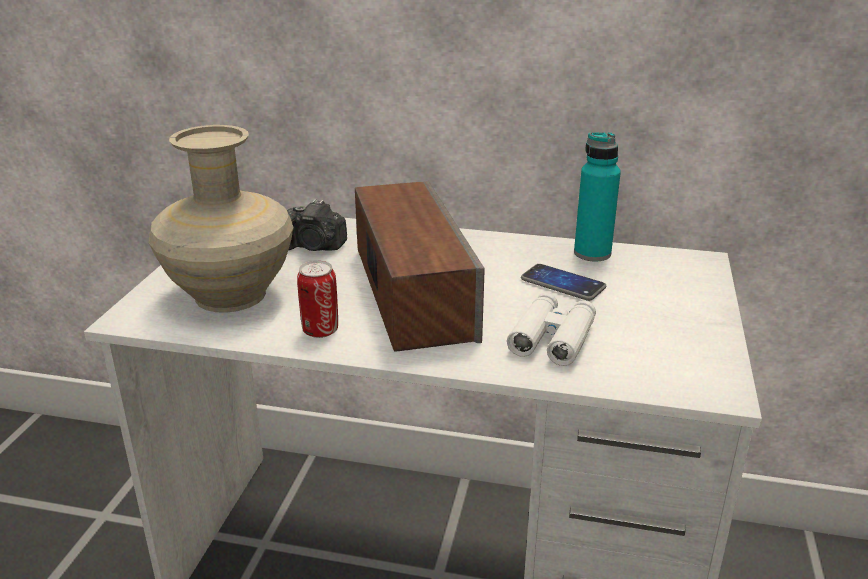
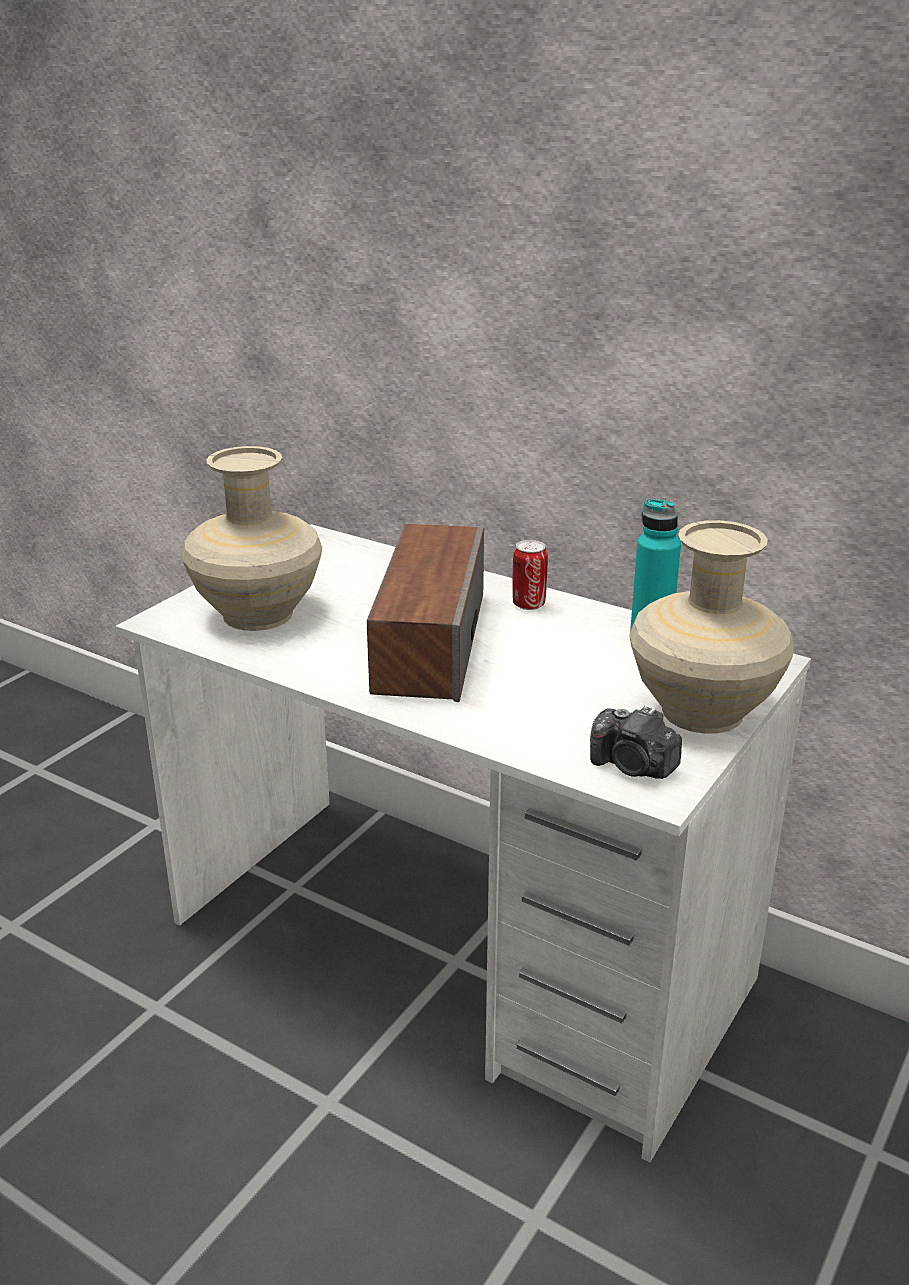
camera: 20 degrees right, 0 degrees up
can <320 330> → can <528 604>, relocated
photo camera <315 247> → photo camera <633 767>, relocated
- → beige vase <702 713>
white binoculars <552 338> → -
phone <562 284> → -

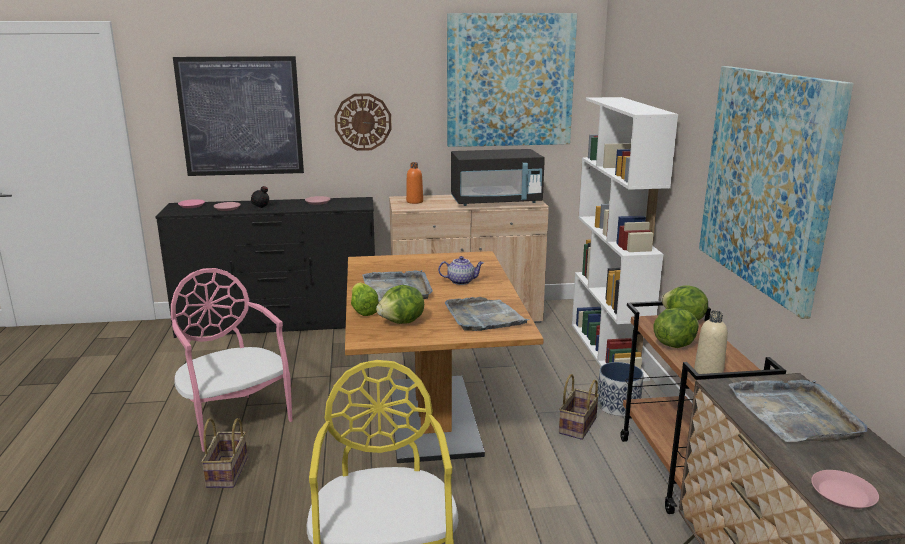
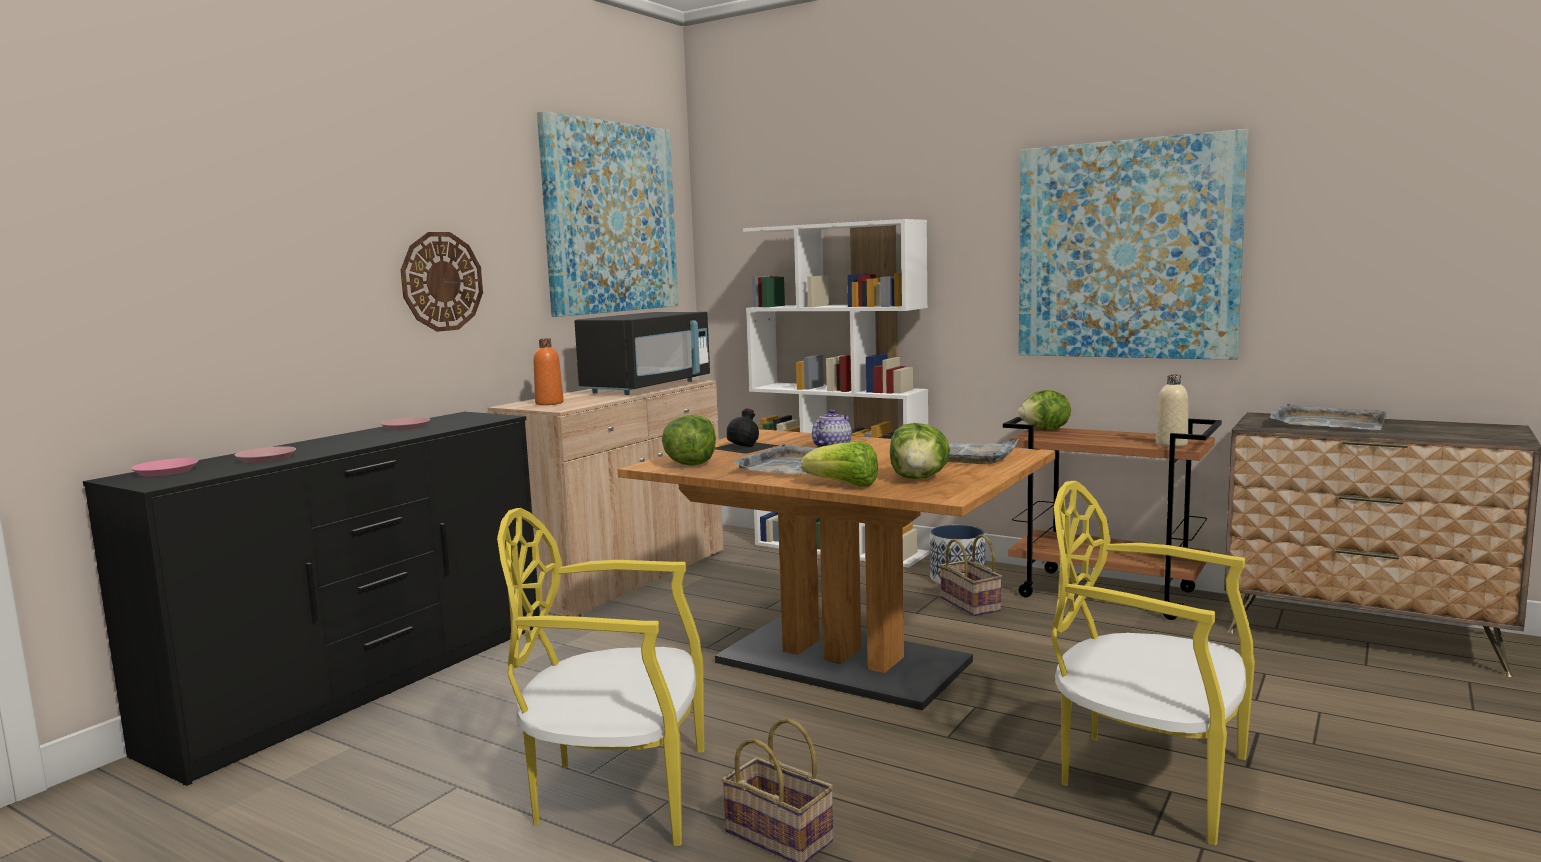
camera: 50 degrees left, 10 degrees down
pink chair <235 418> → yellow chair <617 793>
lettuce <674 344> → lettuce <690 464>, relocated
black bottle <262 207> → black bottle <746 447>, relocated
picture <241 116> → -
pink plate <843 494> → -

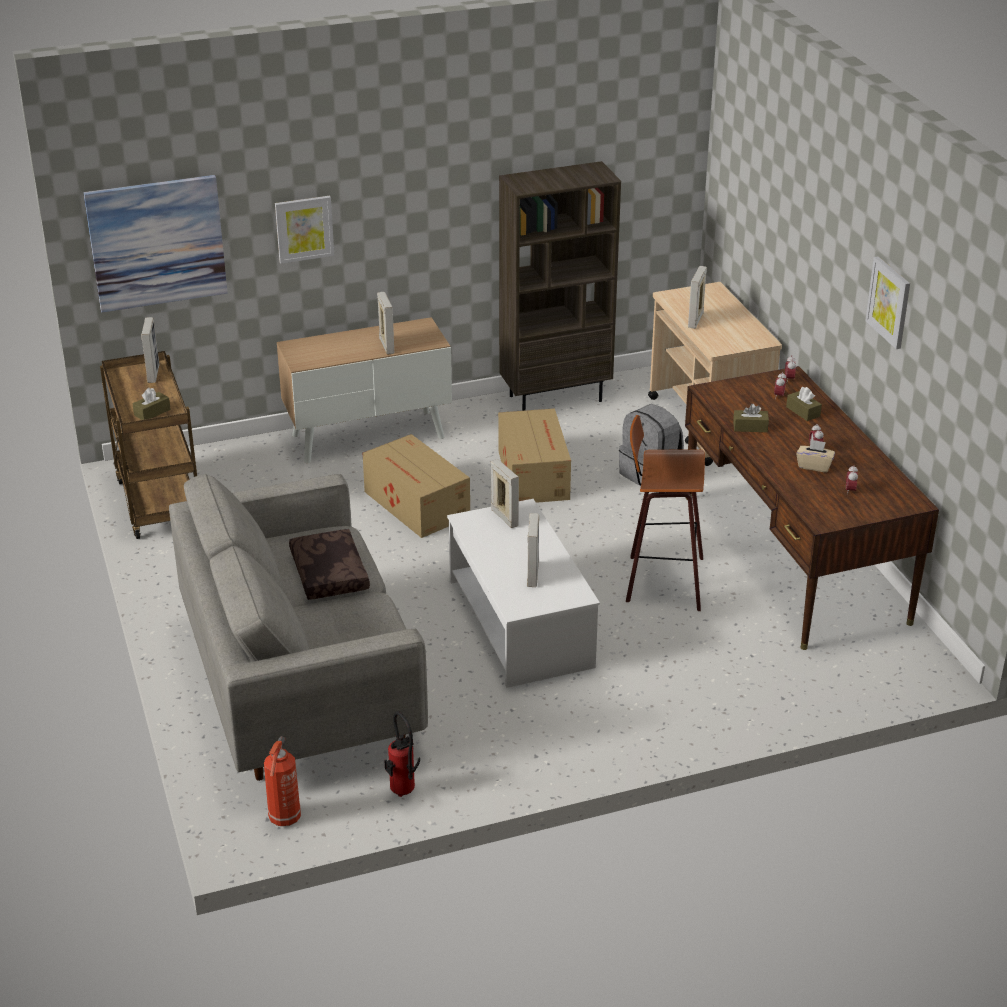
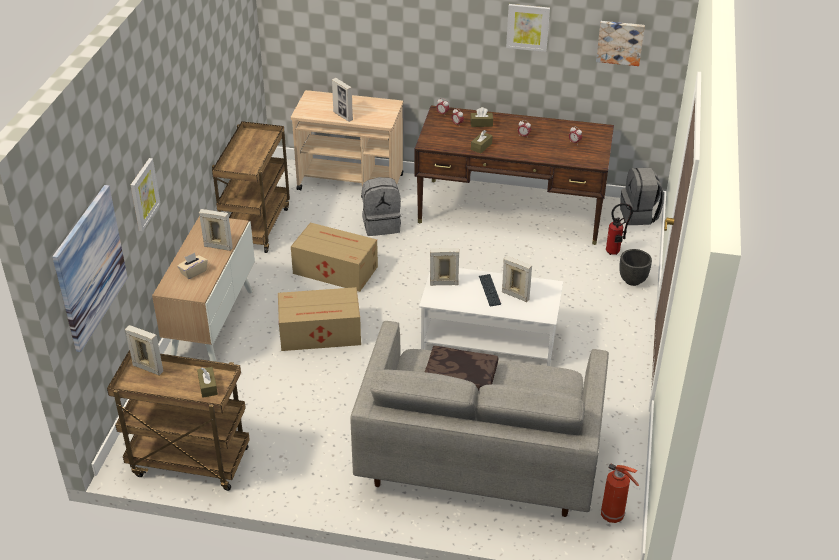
camera: 60 degrees left, 5 degrees up
beige tissue box <814 466> → beige tissue box <193 272>, relocated
brown bookcase <556 398> → brown cart <256 226>
- → keyboard <489 290>
- → picture <620 42>
fire extinguisher <403 793> → fire extinguisher <615 253>, relocated
- → black planter <633 281>
- → grey backpack <639 215>
stool <661 581> → -

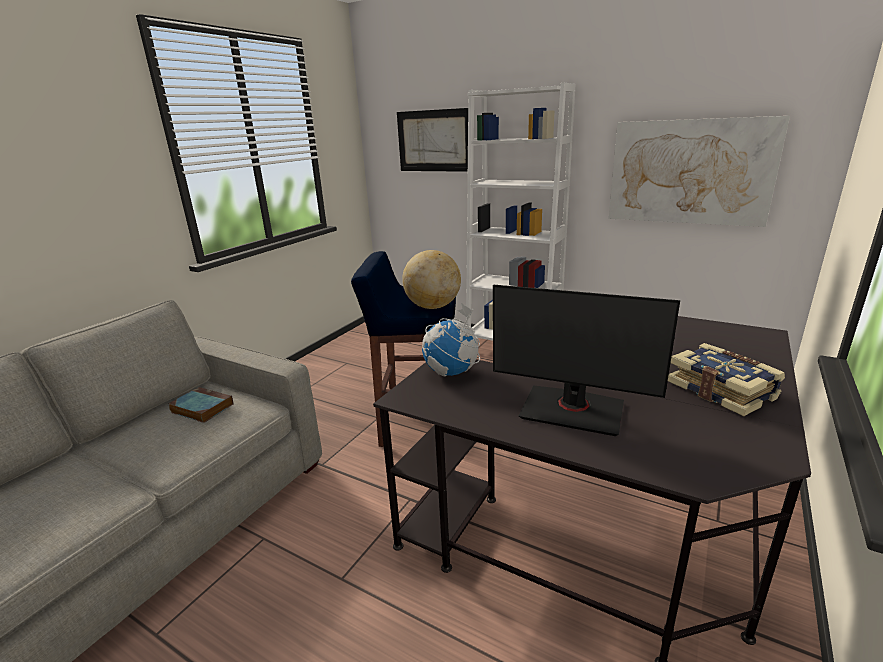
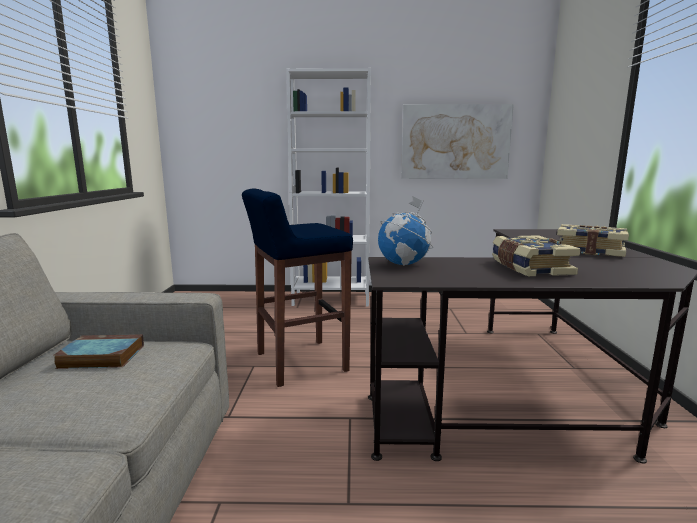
camera: 30 degrees left, 10 degrees down
monitor <572 410> → book <529 268>
picture <434 141> → -
globe <433 307> → -

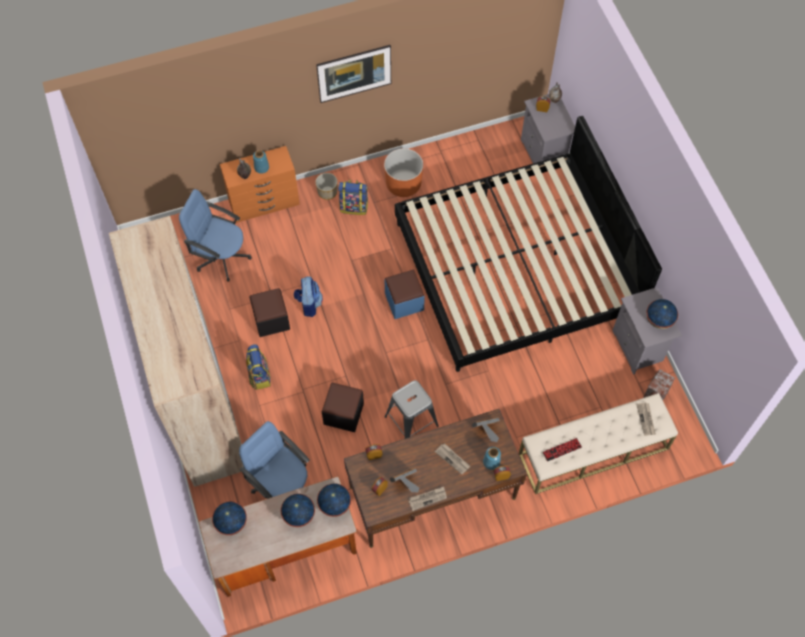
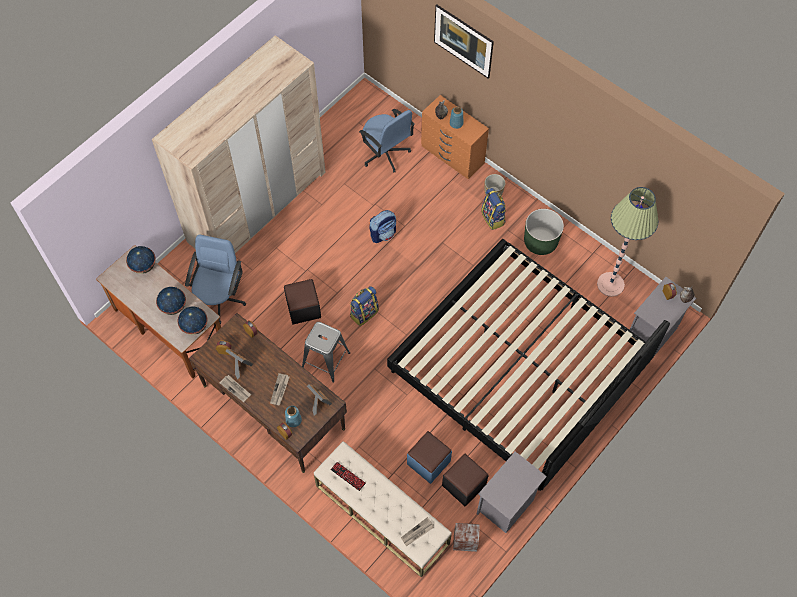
camera: 60 degrees right, 0 degrees up
backpack <259 375> → backpack <364 313>, relocated
blue office chair <222 257> → blue office chair <385 154>, 150 degrees clockwise
blue ottoman <404 302> → blue ottoman <428 462>, relocated
picture <355 82> → picture <462 50>, relocated
black ottoman <271 320> → black ottoman <464 485>, relocated
orange planter <403 184> → green planter <540 242>
- → floor lamp <610 284>
globe <659 321> → -

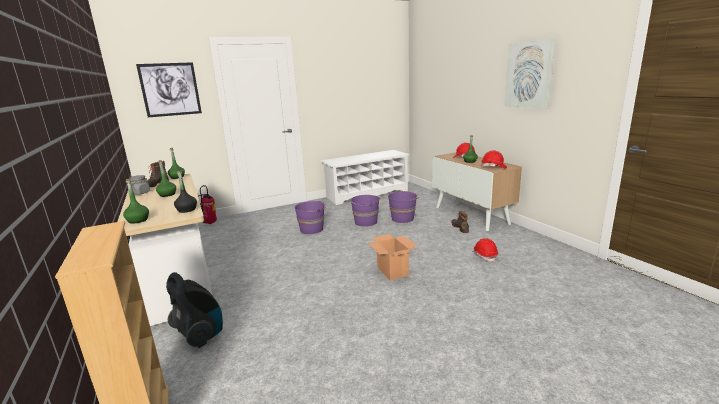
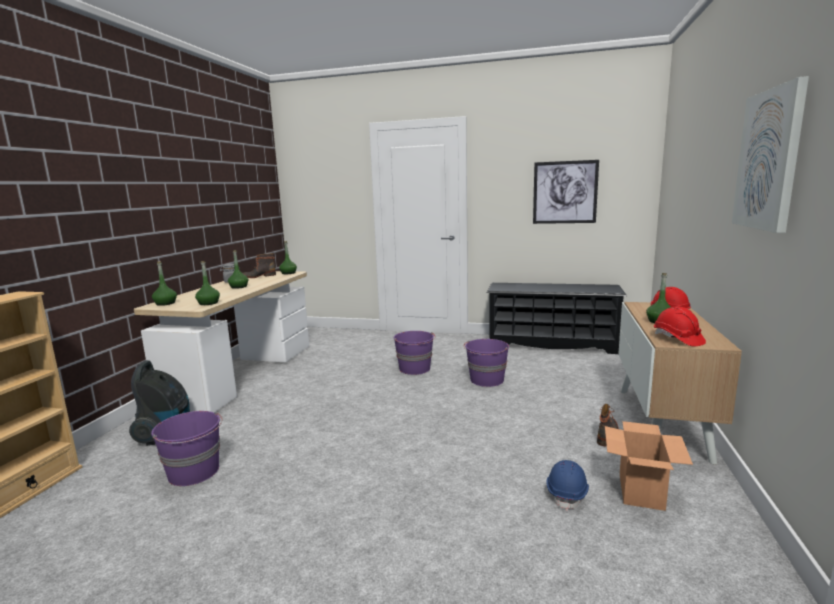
camera: 40 degrees right, 5 degrees down
purple bucket <403 218> → purple bucket <194 472>, relocated
black bottle <186 210> → green bottle <208 303>
white shoe rack <367 194> → black shoe rack <552 344>
picture <170 89> → picture <565 192>, relocated
red hard hat <484 256> → blue hard hat <567 493>
cardboard box <392 271> → cardboard box <640 491>, relocated
fire extinguisher <210 223> → -

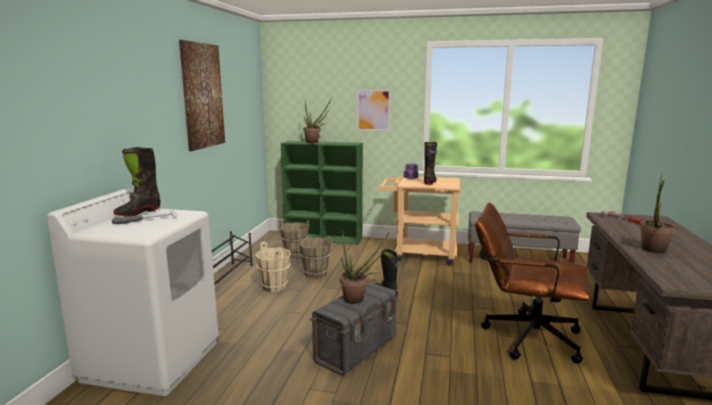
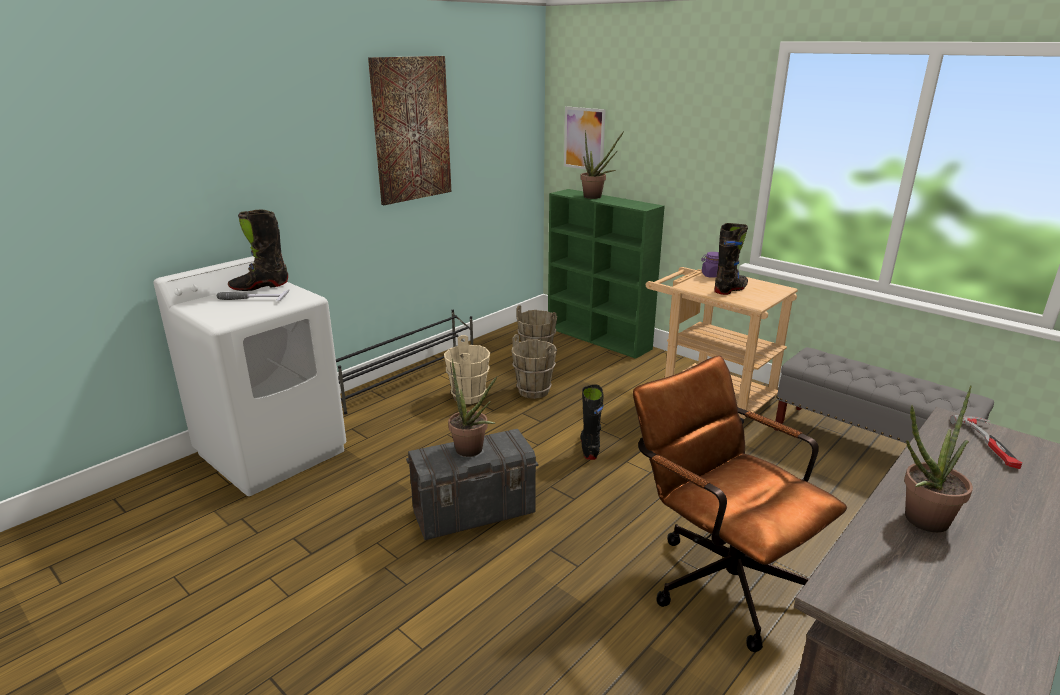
camera: 30 degrees right, 10 degrees up
picture <373 110> → picture <584 138>, relocated

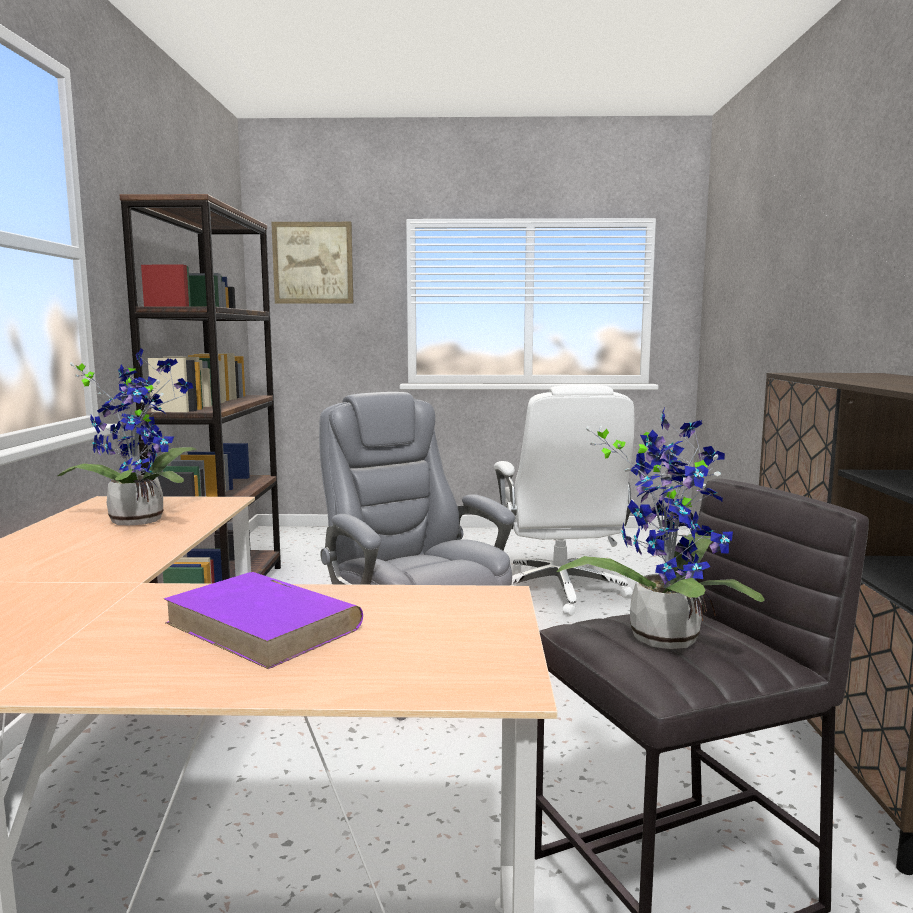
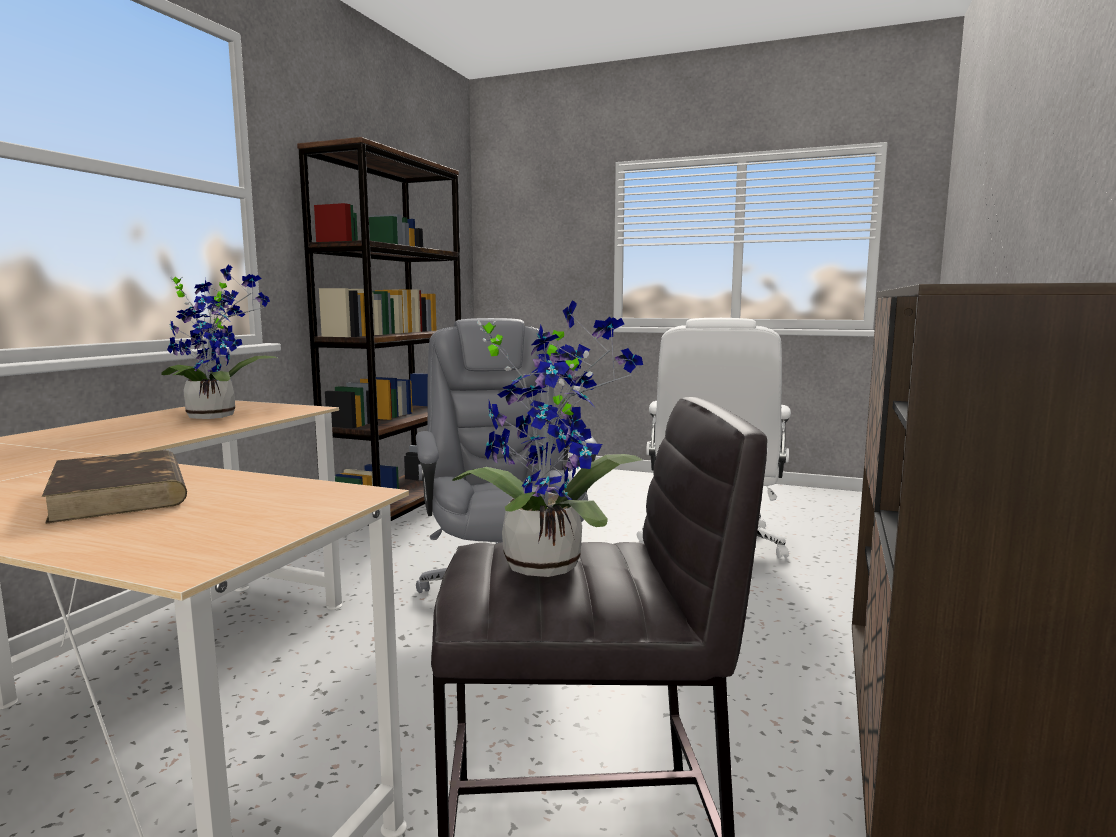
camera: 20 degrees right, 0 degrees up
purple book <264 626> → brown book <120 493>
picture <313 263> → -

